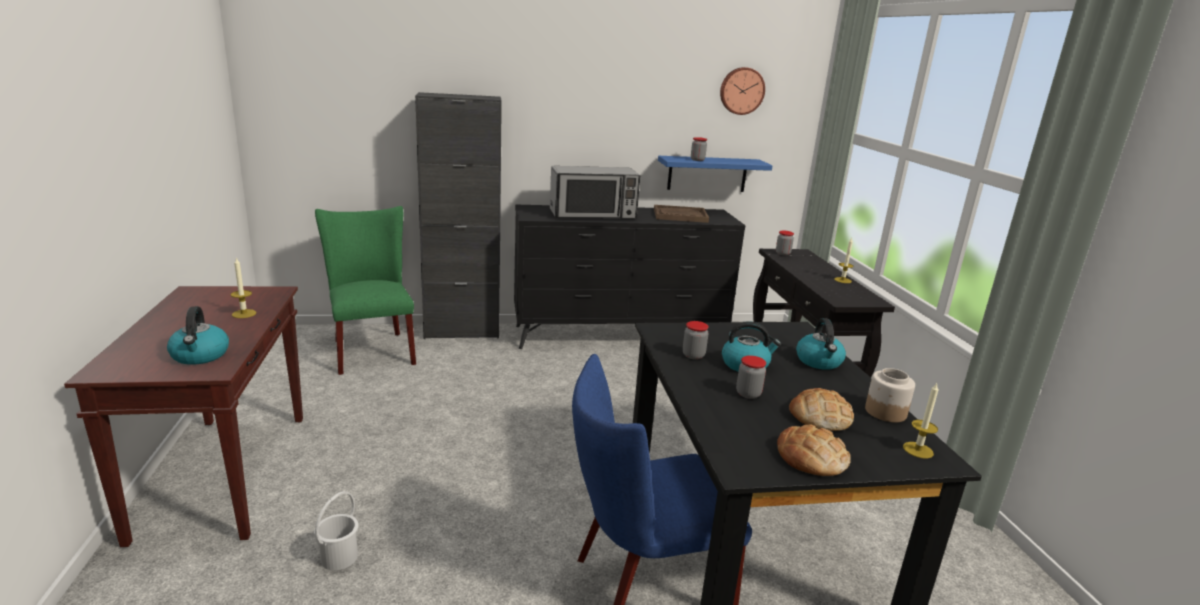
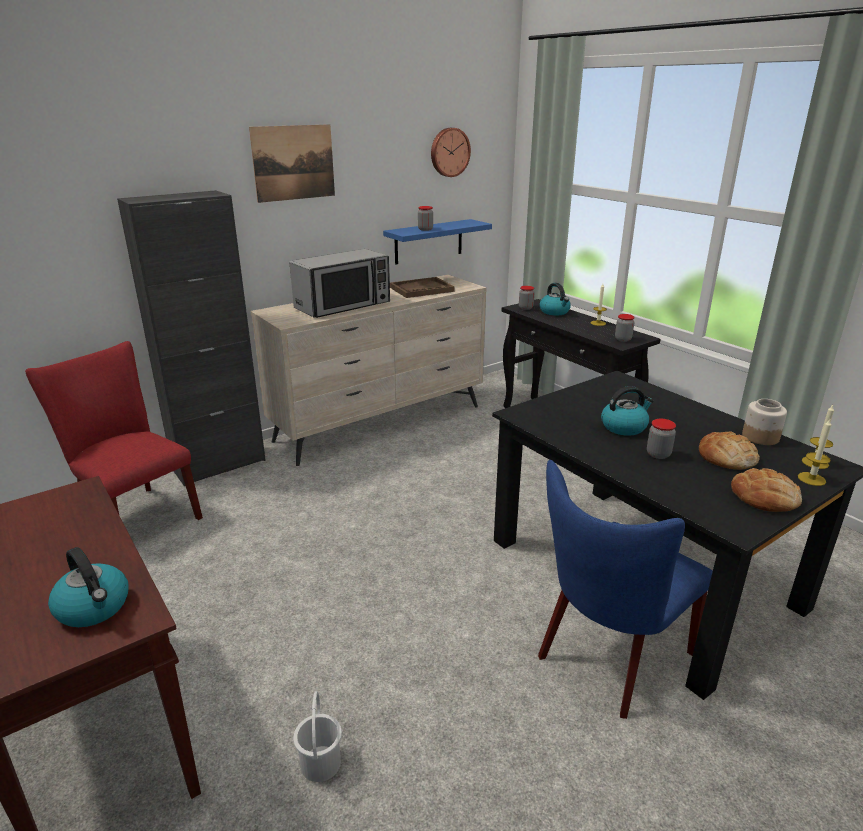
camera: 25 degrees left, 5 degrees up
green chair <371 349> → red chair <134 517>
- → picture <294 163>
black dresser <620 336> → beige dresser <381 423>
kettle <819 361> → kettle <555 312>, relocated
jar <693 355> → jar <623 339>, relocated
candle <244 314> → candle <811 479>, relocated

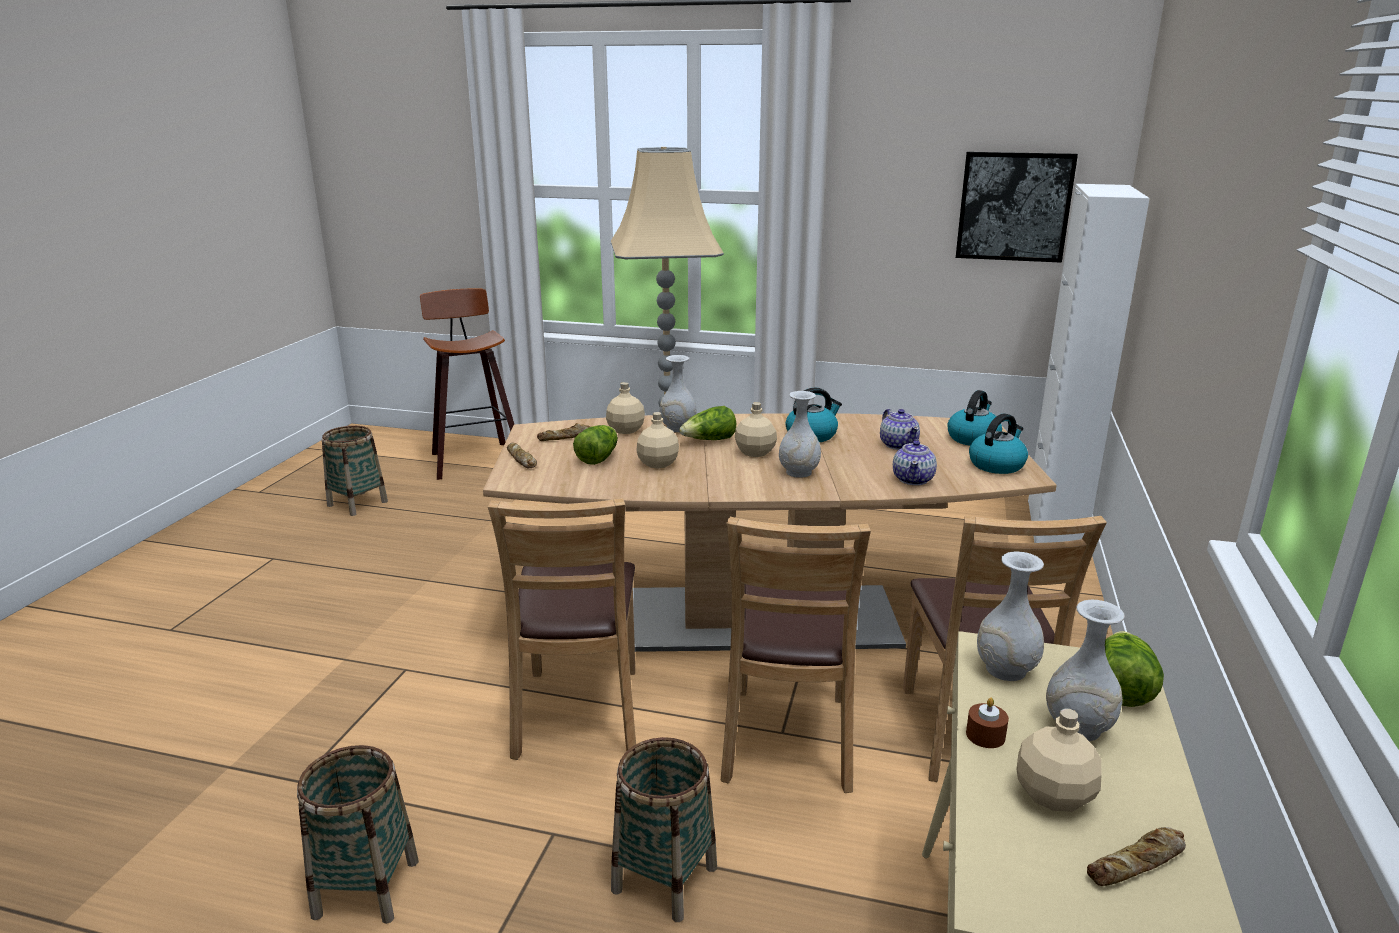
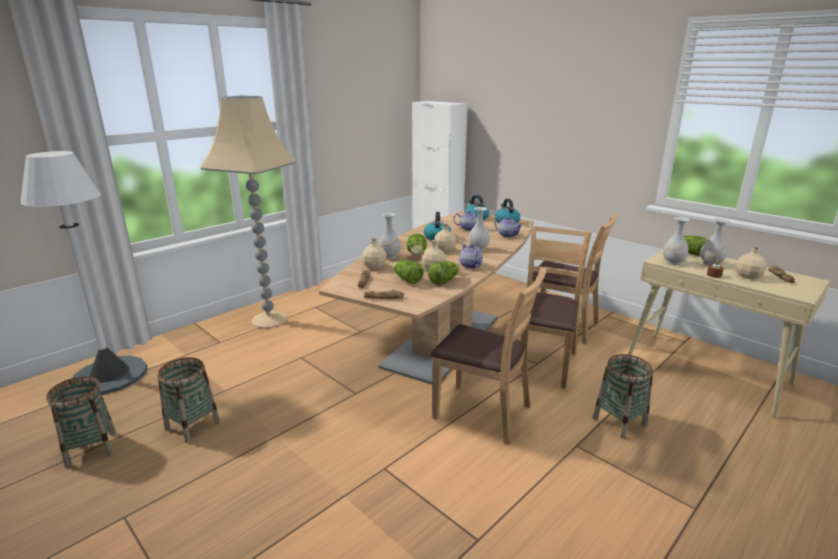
camera: 60 degrees left, 0 degrees up
stool <474 459> → white floor lamp <109 376>
basket <366 888> → basket <192 426>, relocated
- → lettuce <444 281>
- → teapot <470 266>
brown chair <788 739> → brown chair <542 364>, 105 degrees counterclockwise
picture <1014 206> → -

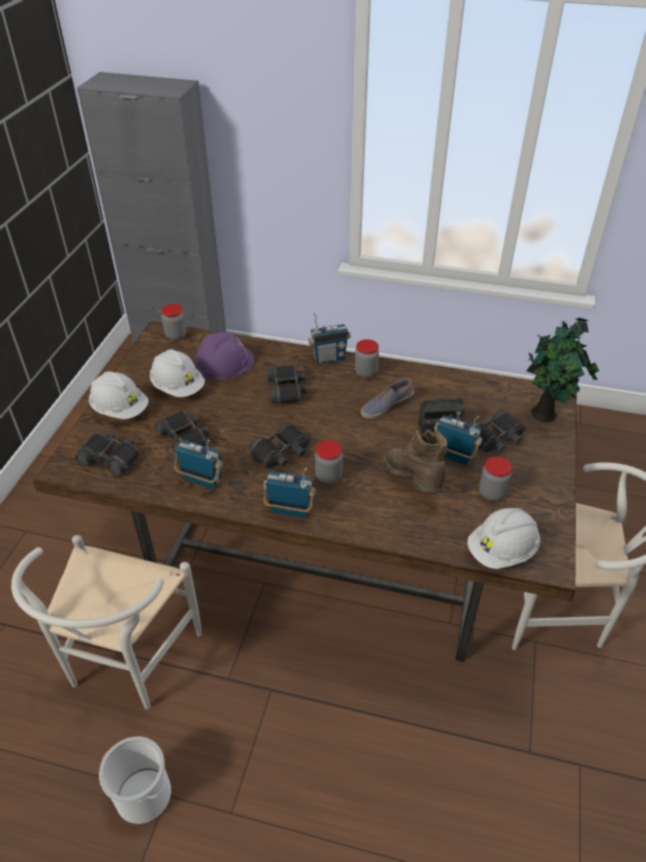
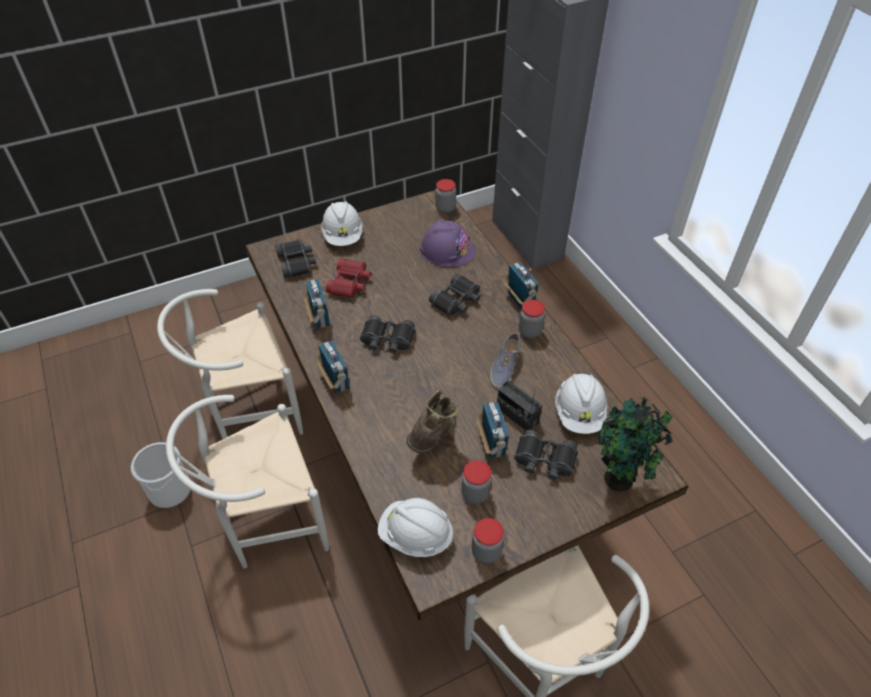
camera: 50 degrees right, 5 degrees up
- → white chair <266 523>
black binoculars <185 438> → red binoculars <350 283>
jar <328 476> → jar <486 551>, relocated
shoe <386 406> → shoe <504 367>, 90 degrees counterclockwise
radio <329 358> → radio <519 300>, 150 degrees counterclockwise
white hard hat <178 387> → white hard hat <579 413>, relocated

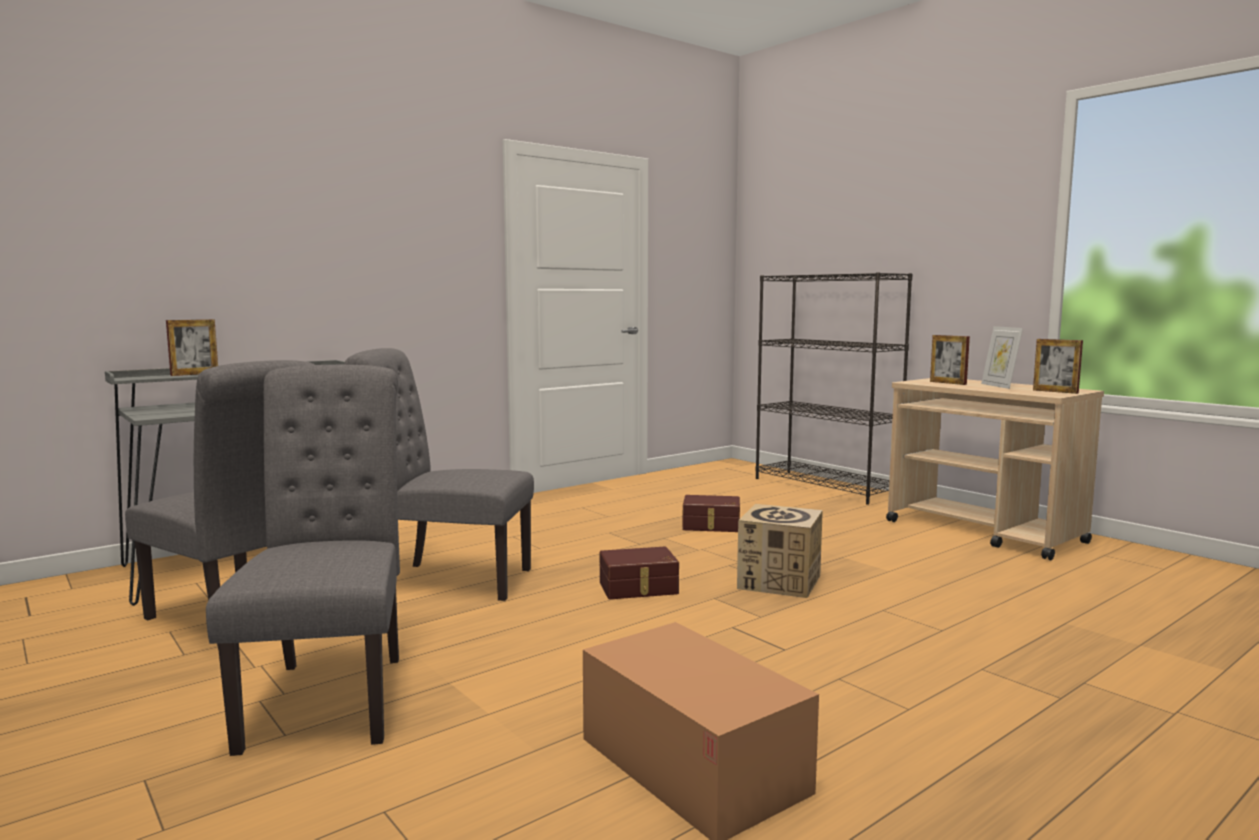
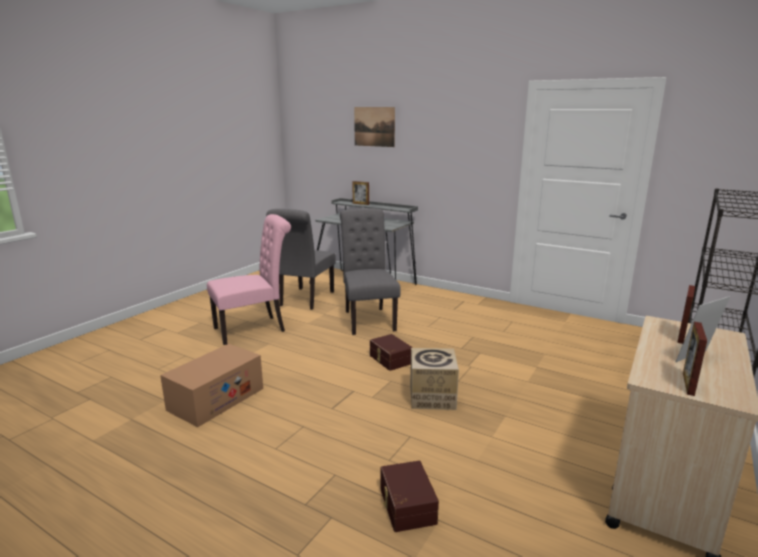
camera: 70 degrees right, 10 degrees up
grey chair <330 694> → pink chair <254 329>
- → picture <374 126>
brown storage box <711 526> → brown storage box <406 506>, relocated

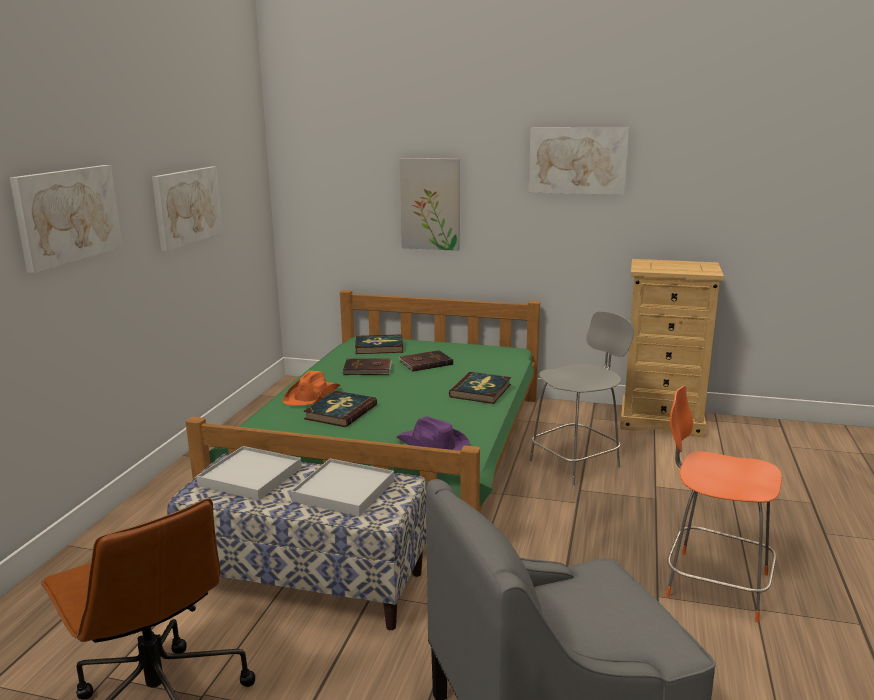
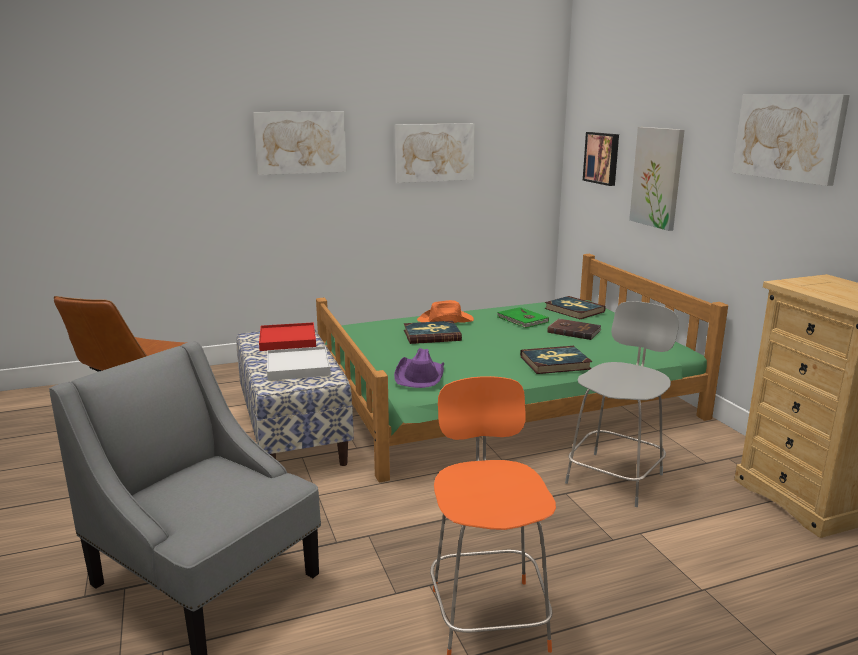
camera: 55 degrees right, 0 degrees up
white tray <250 477> → red tray <287 340>
brown book <367 369> → green book <522 320>
grey chair <577 463> → grey chair <616 477>, 75 degrees counterclockwise
- → picture <602 158>

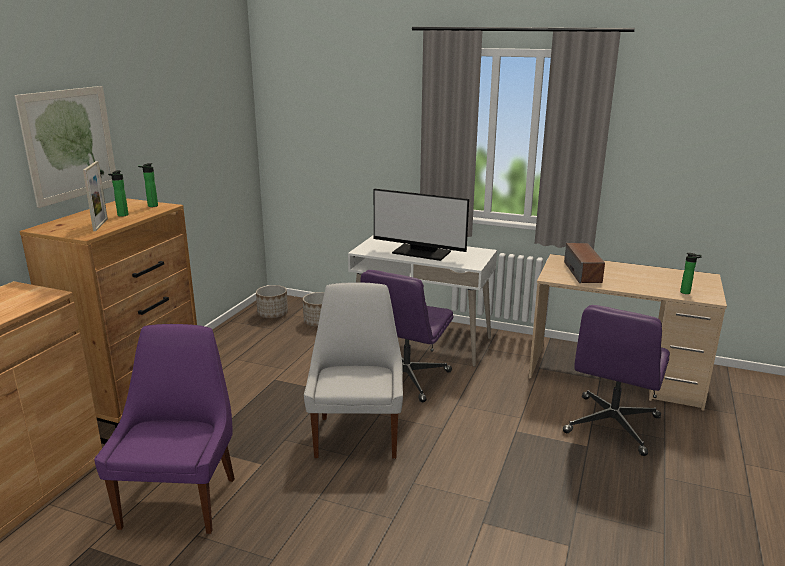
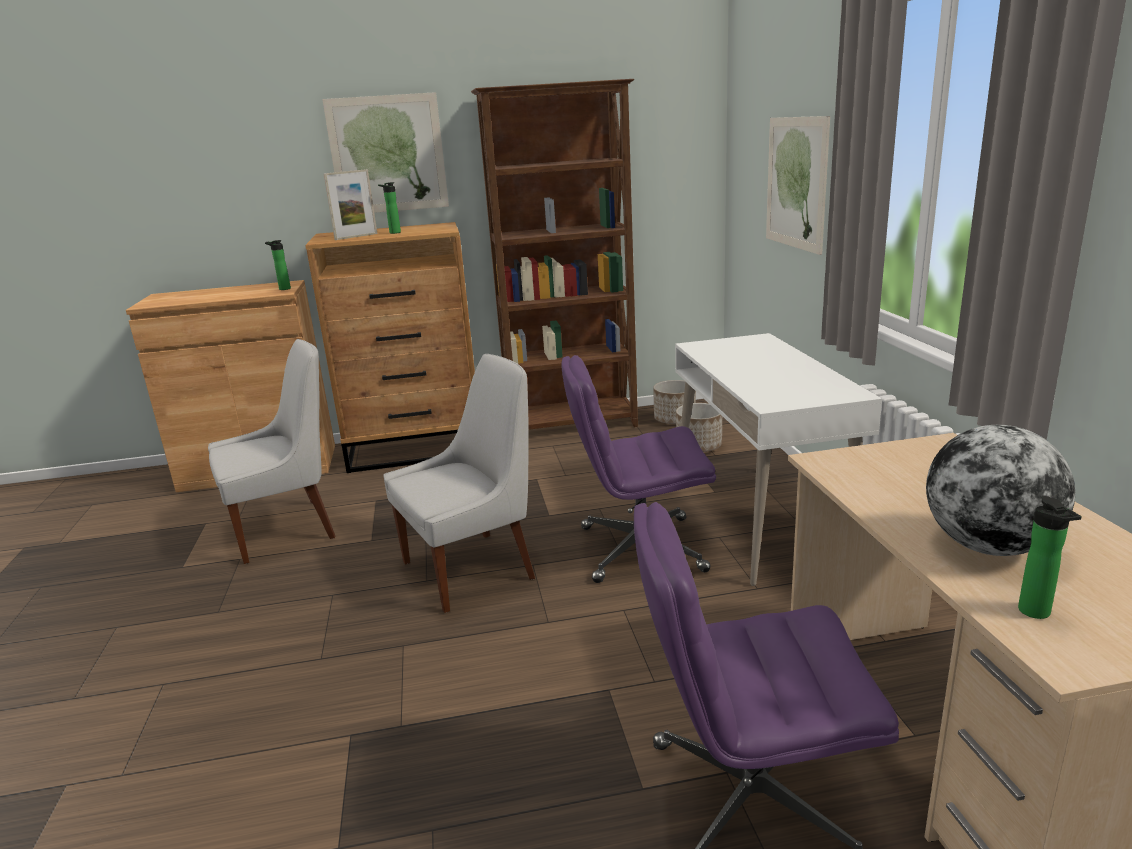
camera: 60 degrees right, 0 degrees up
purple chair <181 500> → white chair <288 529>
bottle <151 206> → bottle <283 289>, relocated
- → brown bookcase <573 425>
- → picture <796 183>
- → globe <988 546>
monitor <421 253> → -
speaker <582 272> → -

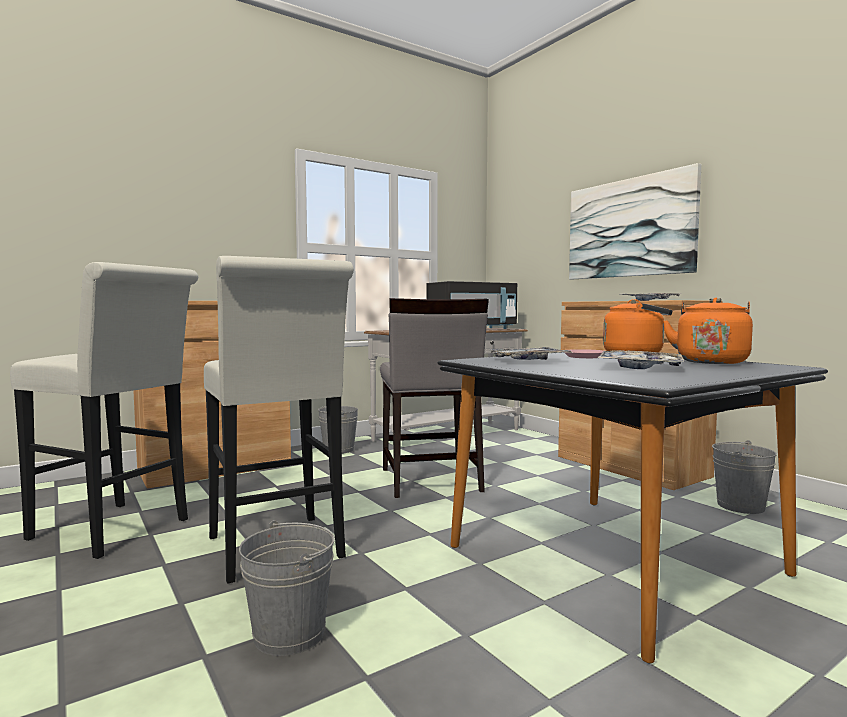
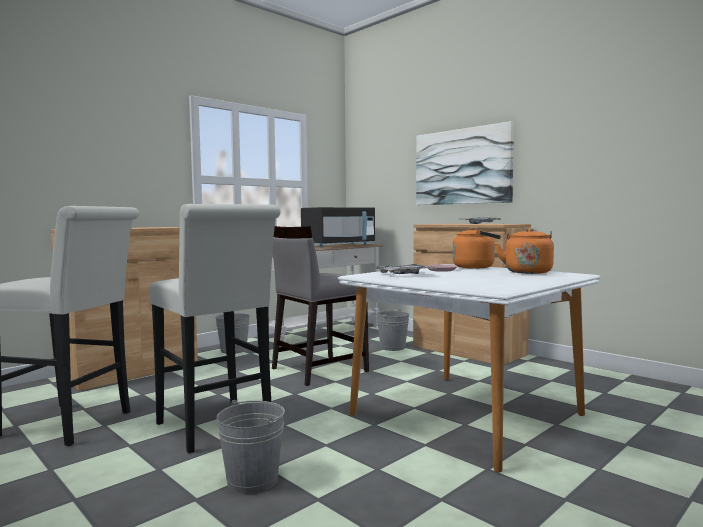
camera: 10 degrees left, 0 degrees up
grey chair <429 480> → grey chair <318 370>, 75 degrees clockwise
black dining table <611 559> → white dining table <465 415>
grey bucket <740 506> → grey bucket <392 347>, relocated
tray <639 367> → -

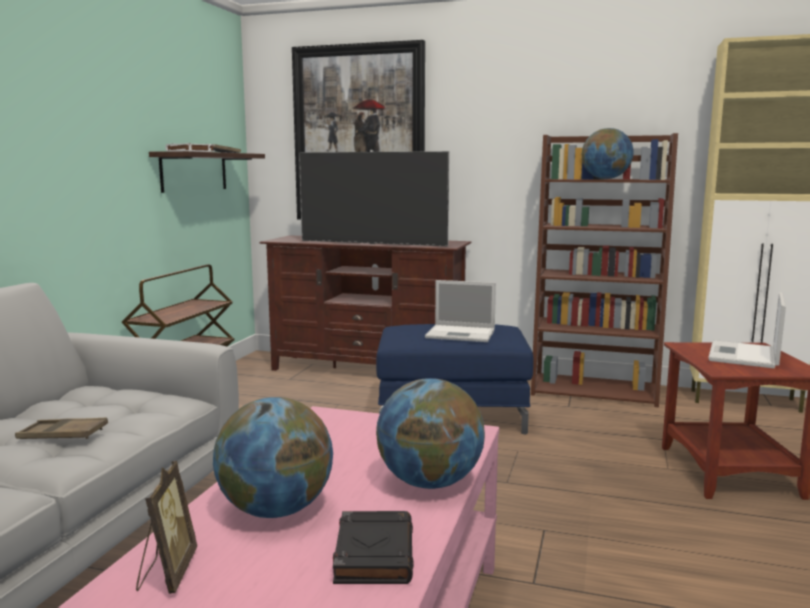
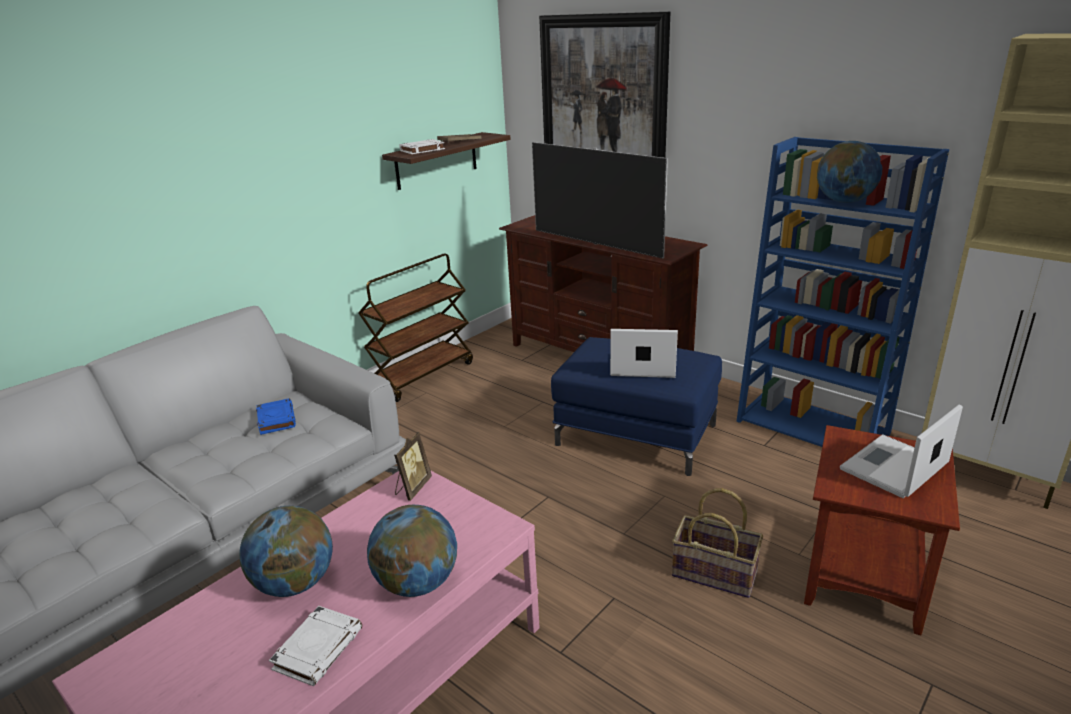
camera: 25 degrees right, 15 degrees up
- → blue book <276 419>
black book <373 553> → white book <318 648>
picture frame <167 573> → picture frame <412 488>, relocated
laptop <462 334> → laptop <641 366>, 150 degrees clockwise
- → basket <715 573>
brown bookcase <595 390> → blue bookcase <813 427>
brown tray <62 435> → -

